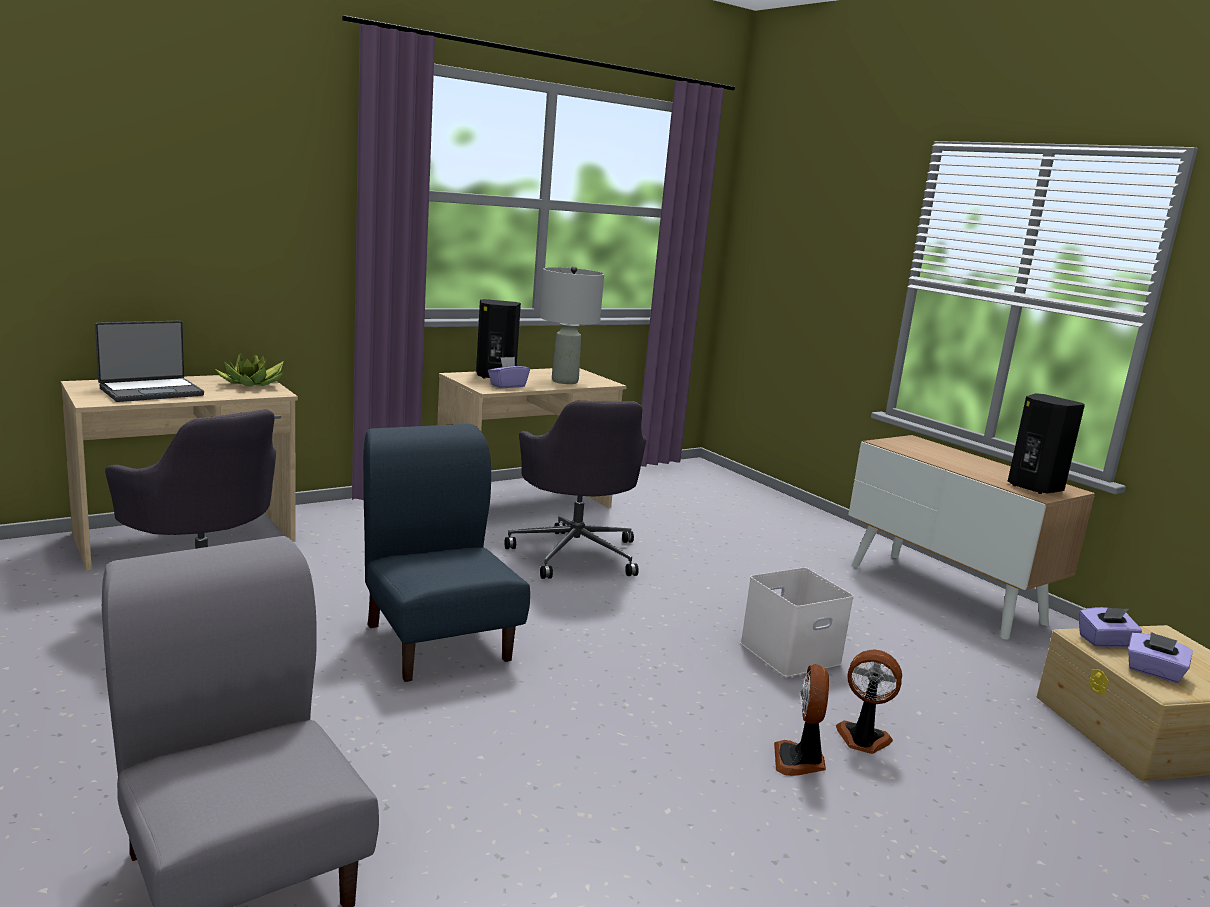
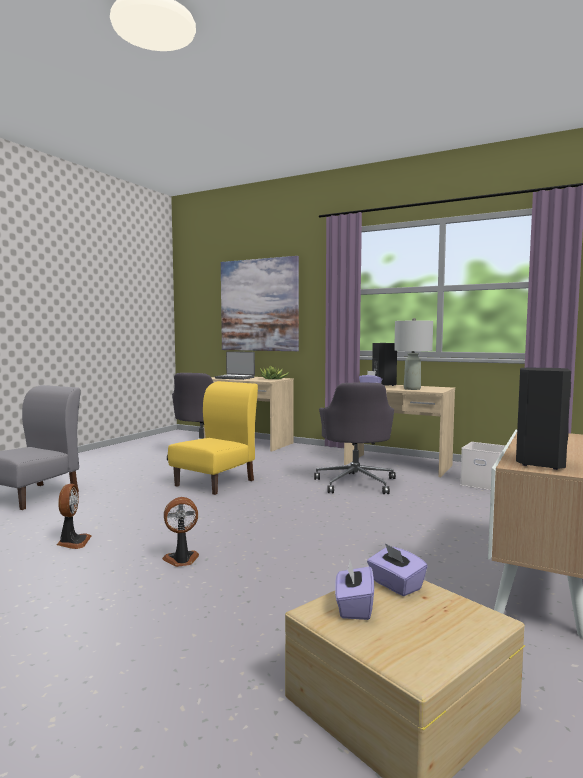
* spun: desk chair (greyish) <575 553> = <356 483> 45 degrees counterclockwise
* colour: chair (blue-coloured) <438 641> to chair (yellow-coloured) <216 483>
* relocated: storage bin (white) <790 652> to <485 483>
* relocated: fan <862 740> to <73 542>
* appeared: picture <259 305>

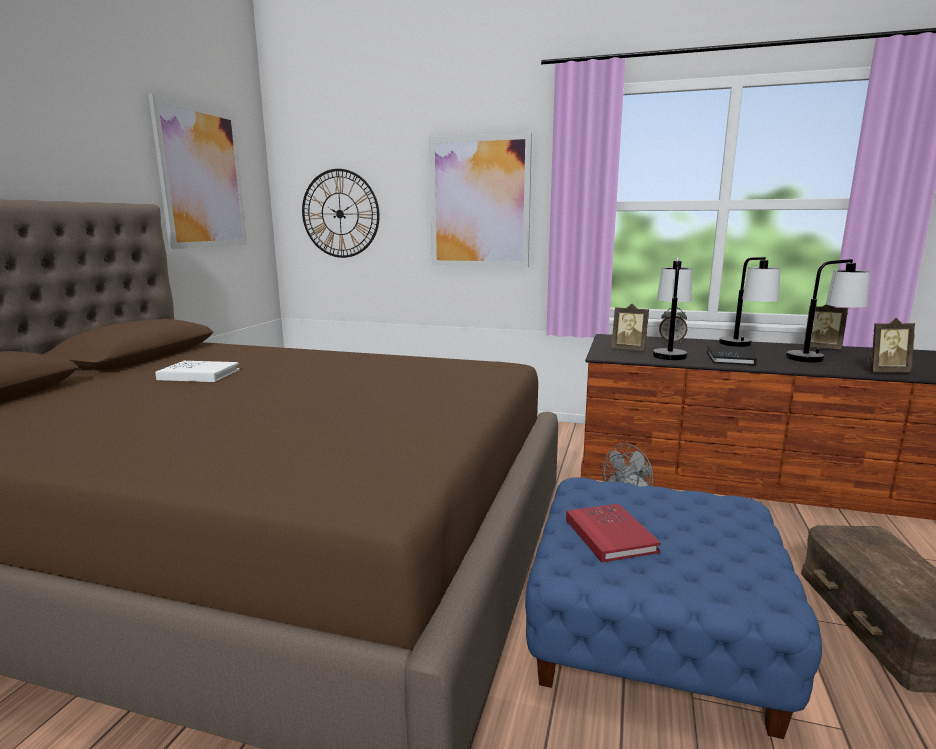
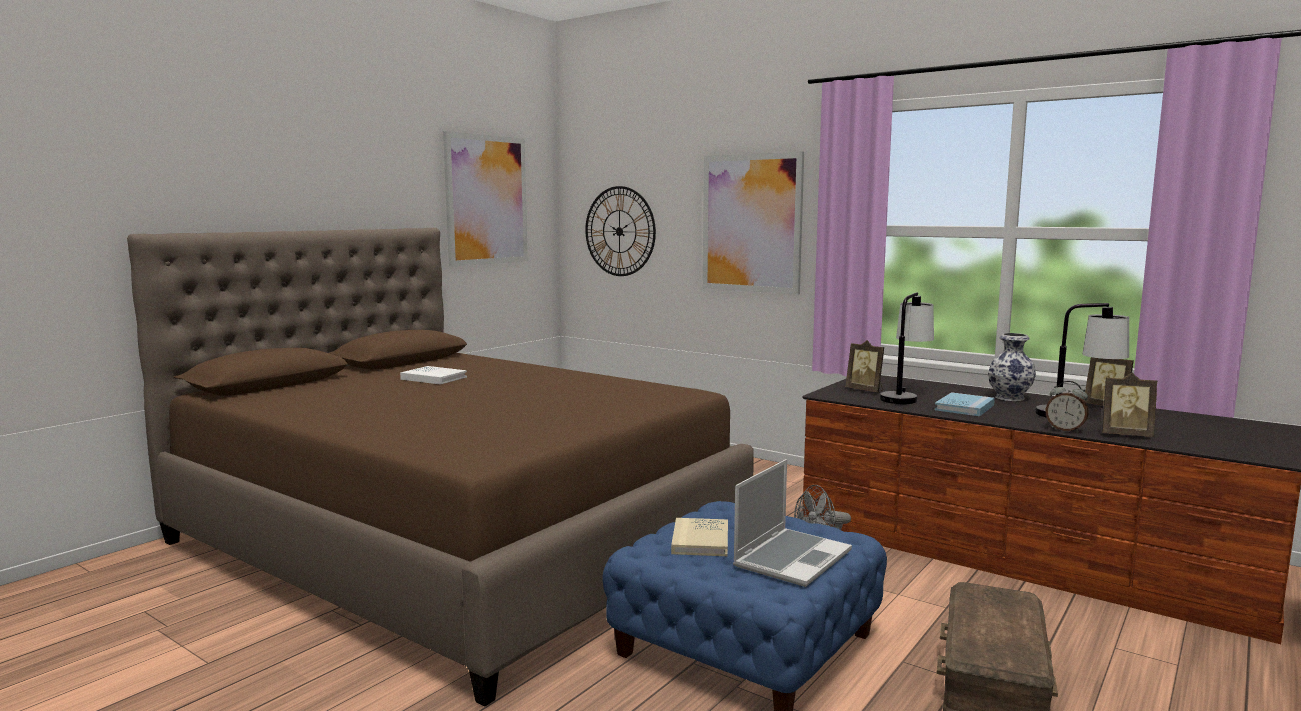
* exchanged: lamp for a table <744 346> to flower vase <1010 398>
* relocated: bedside clock <671 341> to <1065 430>
* colour: book (black-coloured) <730 358> to book (blue-coloured) <964 407>
* colour: book (reddish) <610 535> to book (beige) <700 540>
* appeared: laptop <792 558>

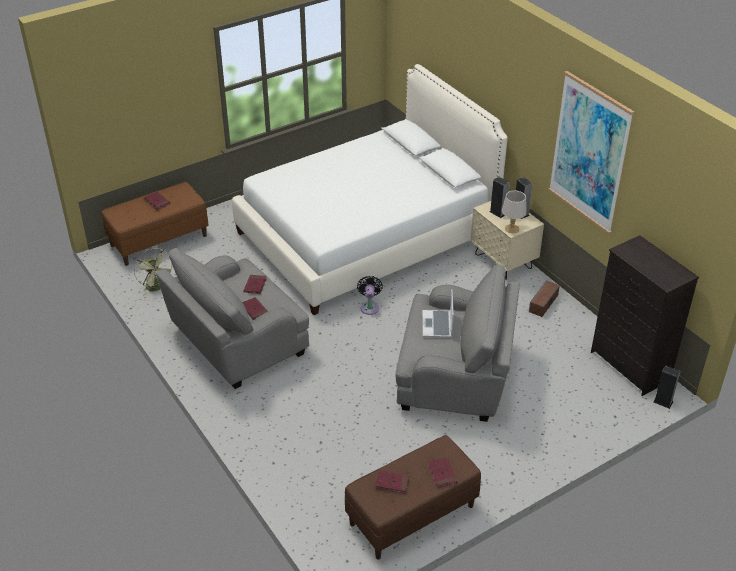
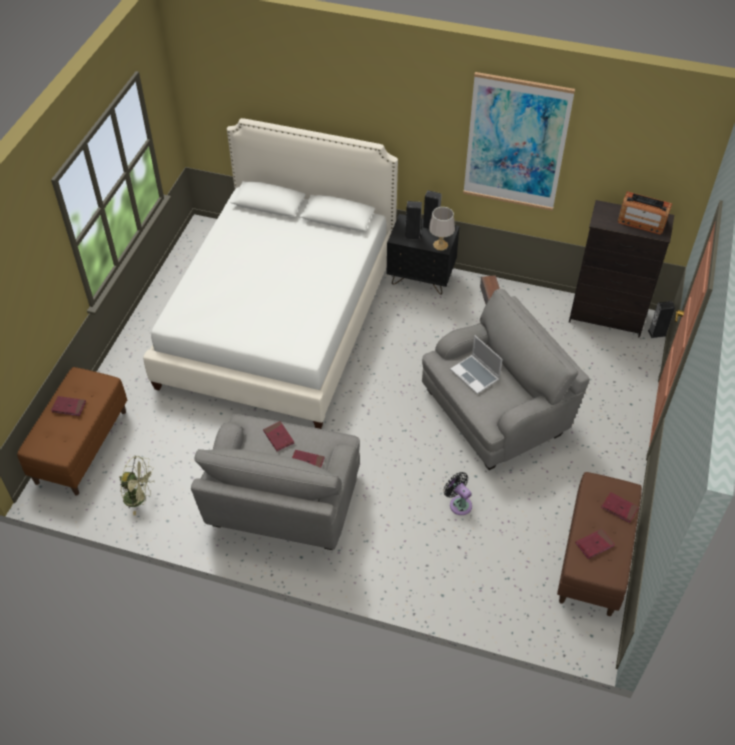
* colour: bedside table (beige) <503 262> to bedside table (black-coloured) <421 278>
* relocated: fan (black-coloured) <369 307> to <459 503>
* appeared: radio <641 222>

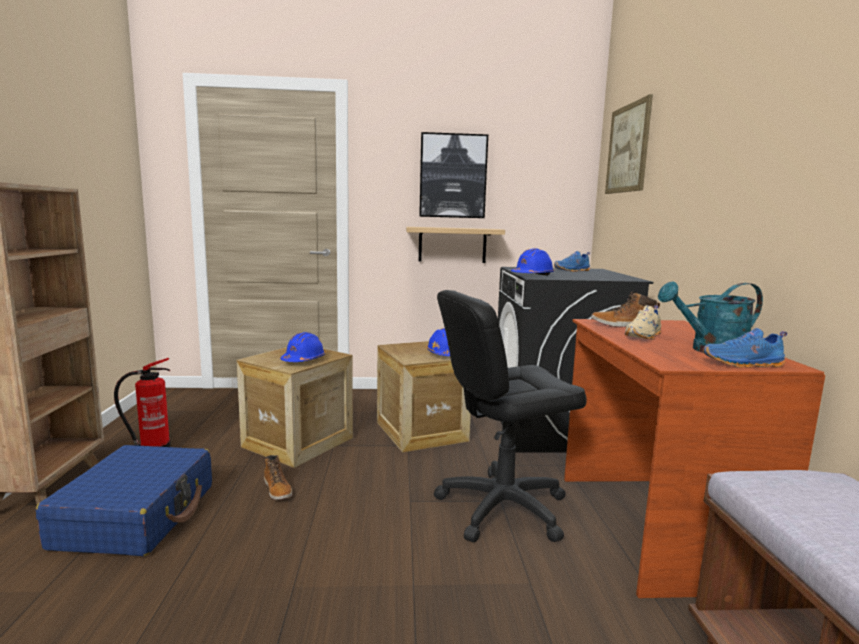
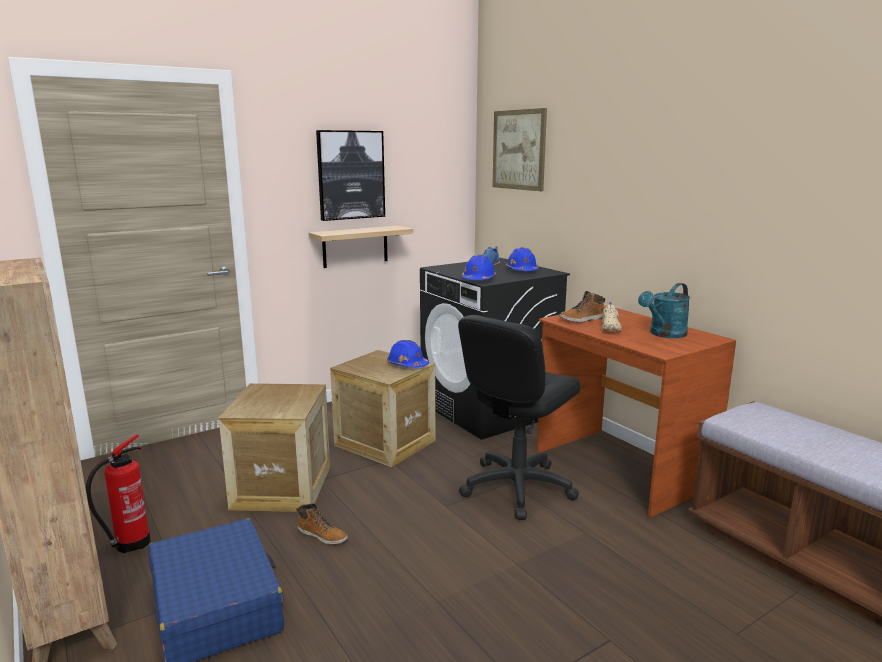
* missing: shoe (blue-coloured) <743 364>
* relocated: work helmet (blue-coloured) <303 360> to <522 271>

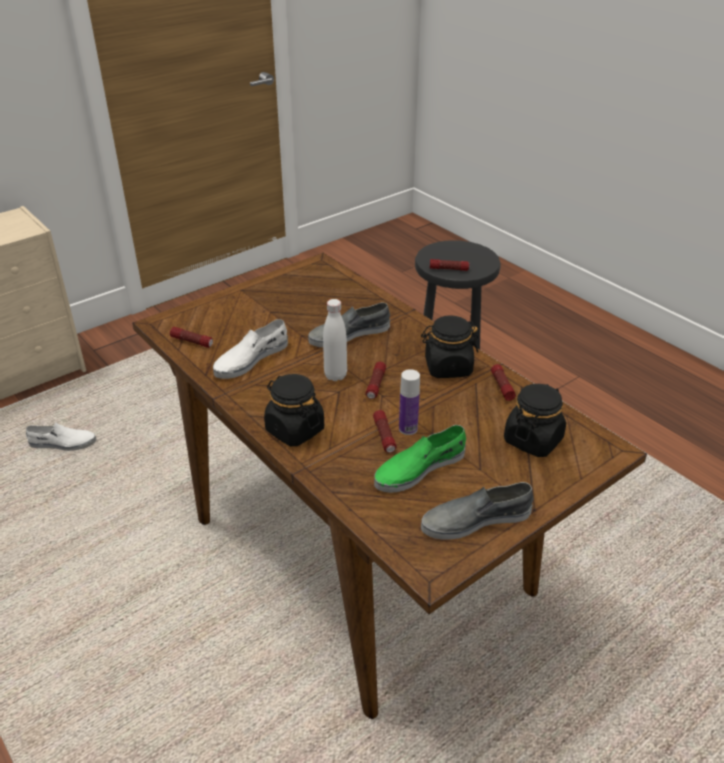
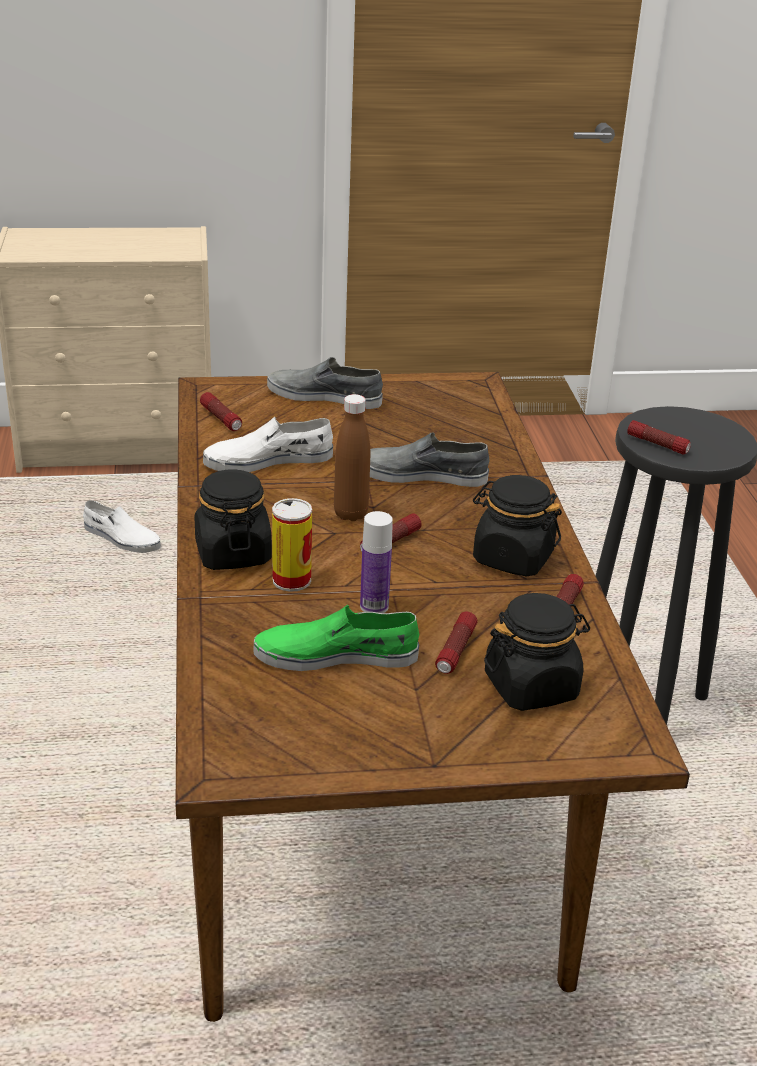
* colour: bottle (white) <335 375> to bottle (brown) <350 514>
* relocated: hand torch <384 436> to <455 651>
* relocated: shoe (greyish) <475 519> to <325 396>
* appeared: can <291 580>

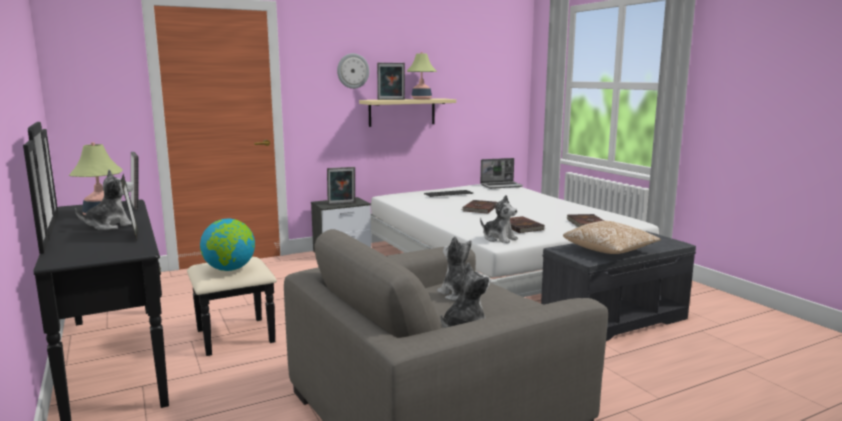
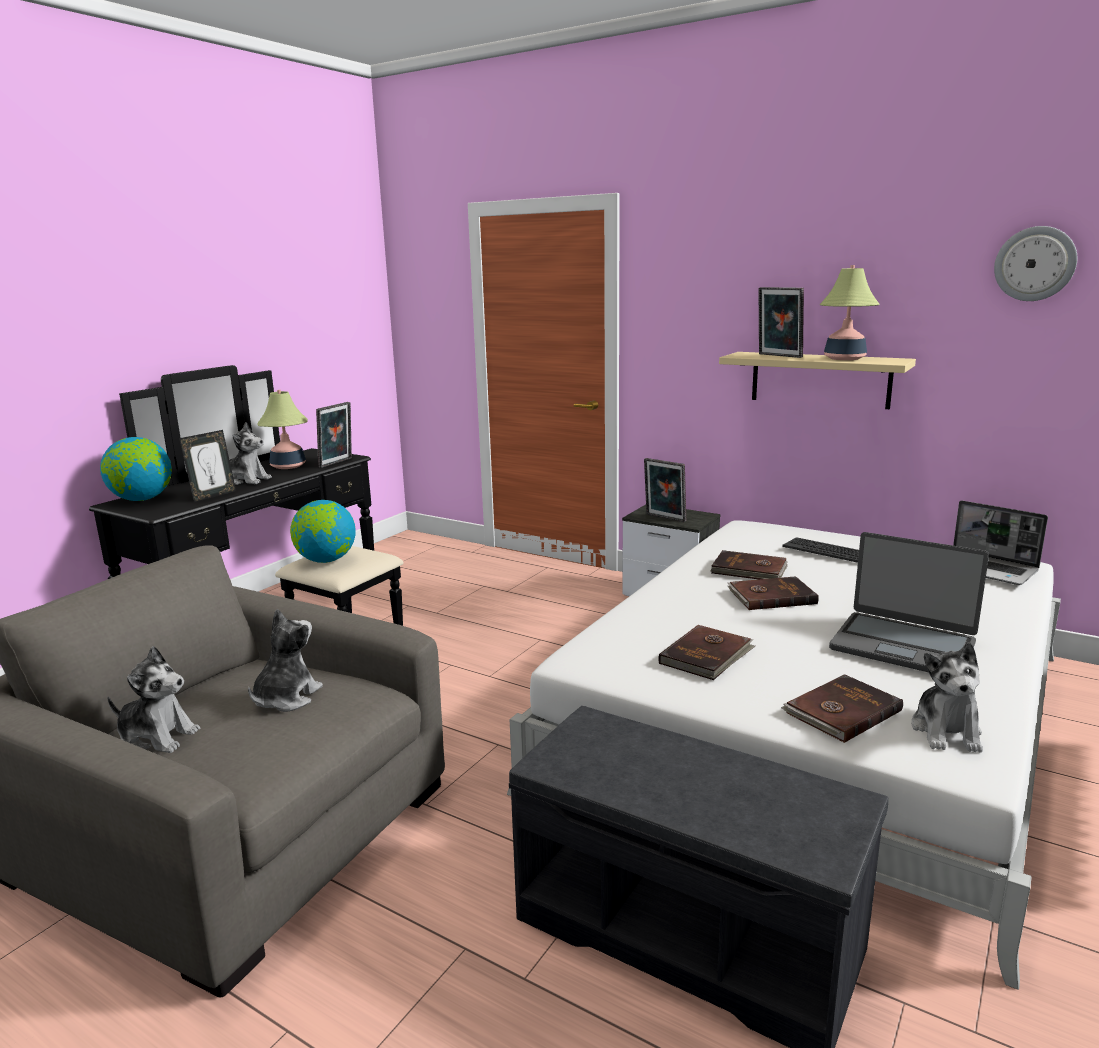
* relocated: clock on the wall <353 71> to <1034 264>
* relocated: soft toy <499 238> to <946 731>
* missing: pillow <609 251>
* appeared: globe <141 499>
* appeared: laptop <902 645>
* appeared: book (brown) <749 570>

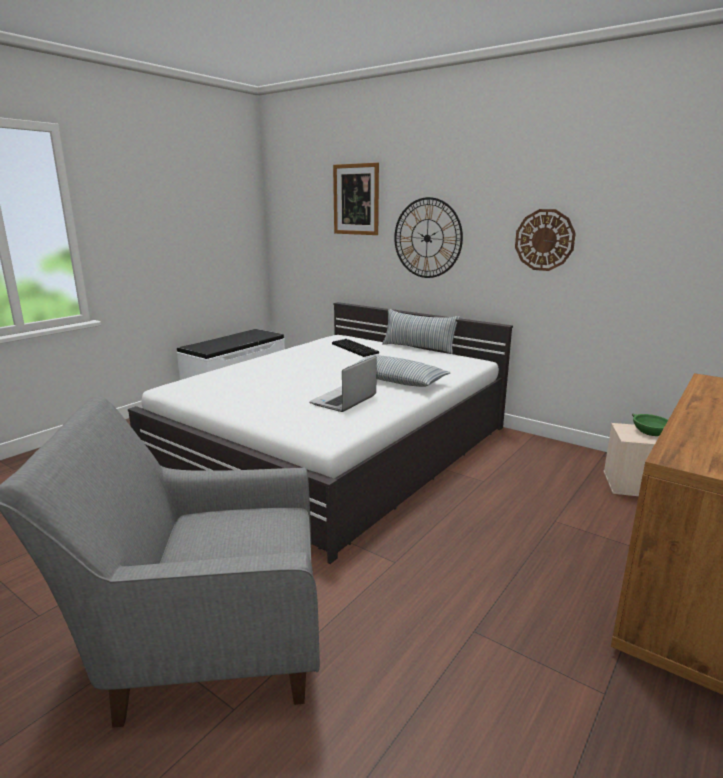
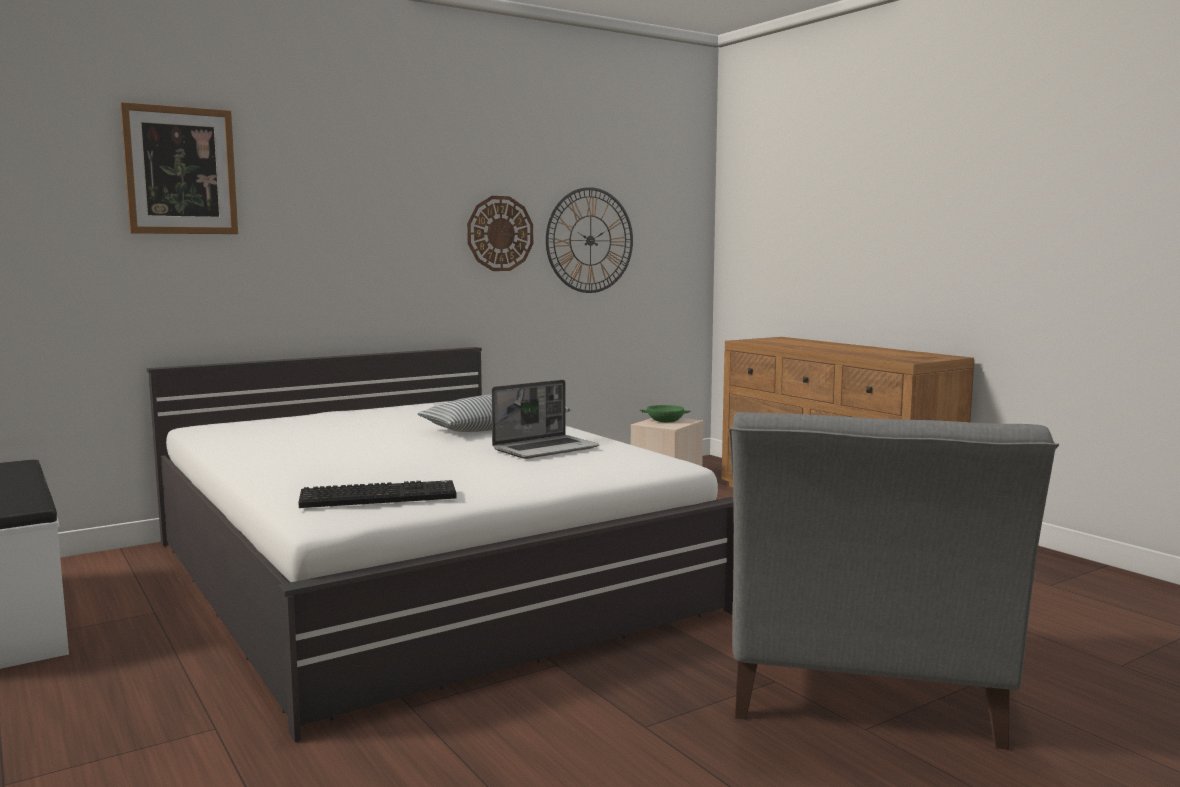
* relocated: clock on the wall <427 238> to <590 240>
* missing: pillow <418 348>
* relocated: keyboard <356 349> to <380 496>
* spun: laptop <343 400> = <546 449> 90 degrees counterclockwise

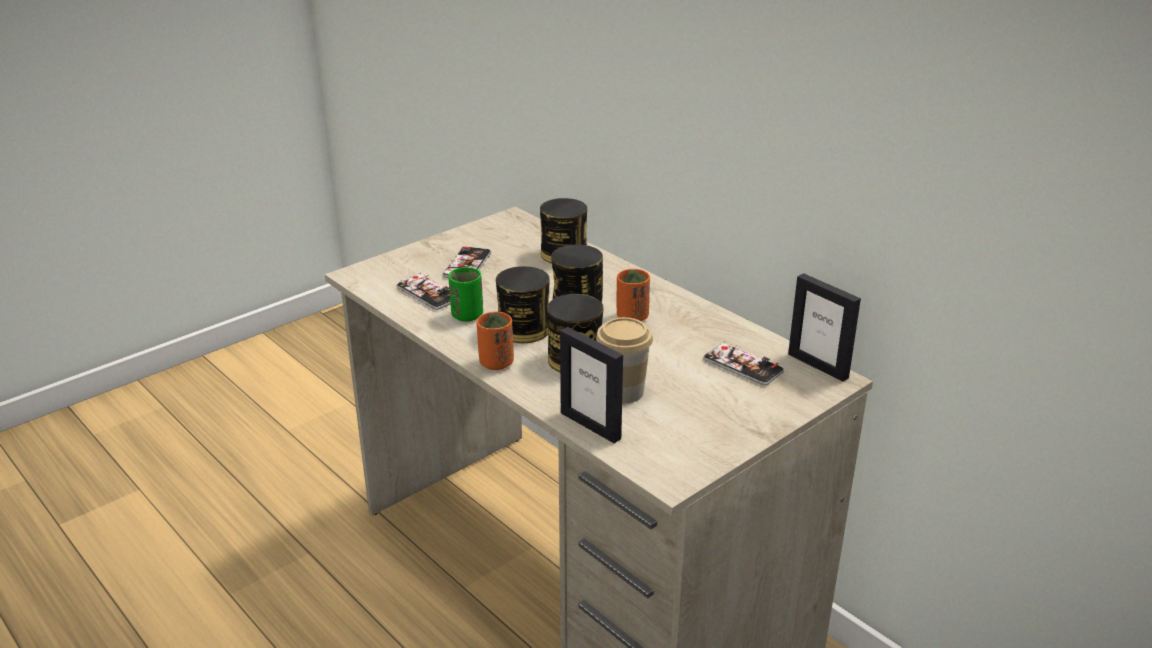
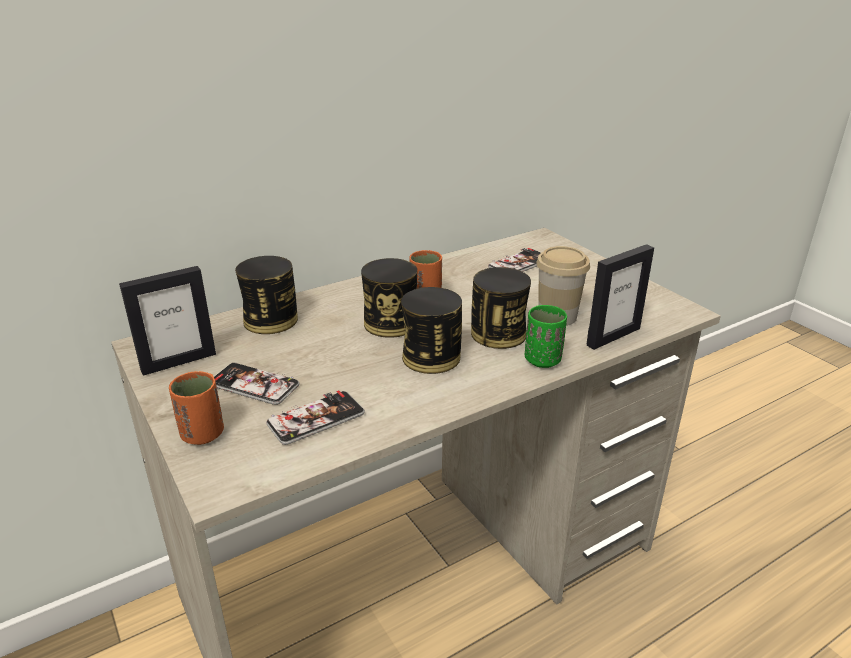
* relocated: drinking cup (green-coloured) <467 315> to <542 360>
* relocated: picture frame <818 366> to <178 362>
* relocated: drinking cup (orange) <496 363> to <202 434>

